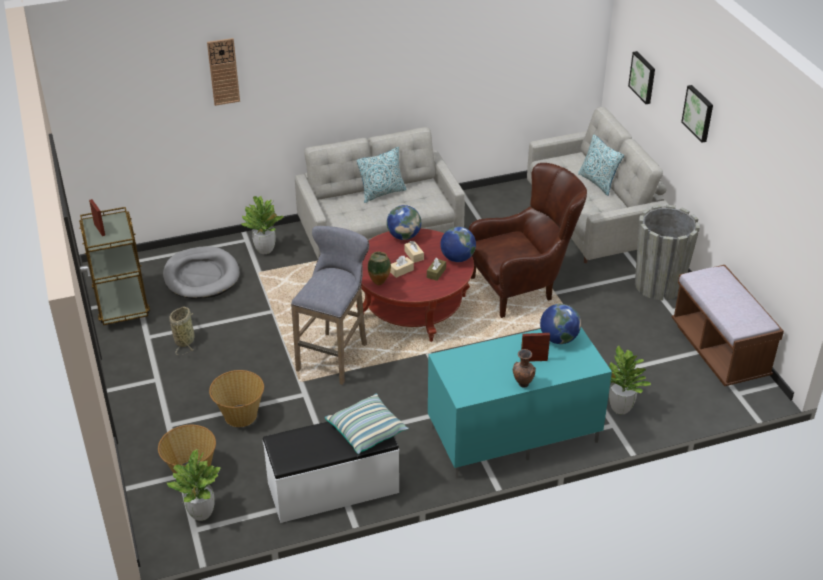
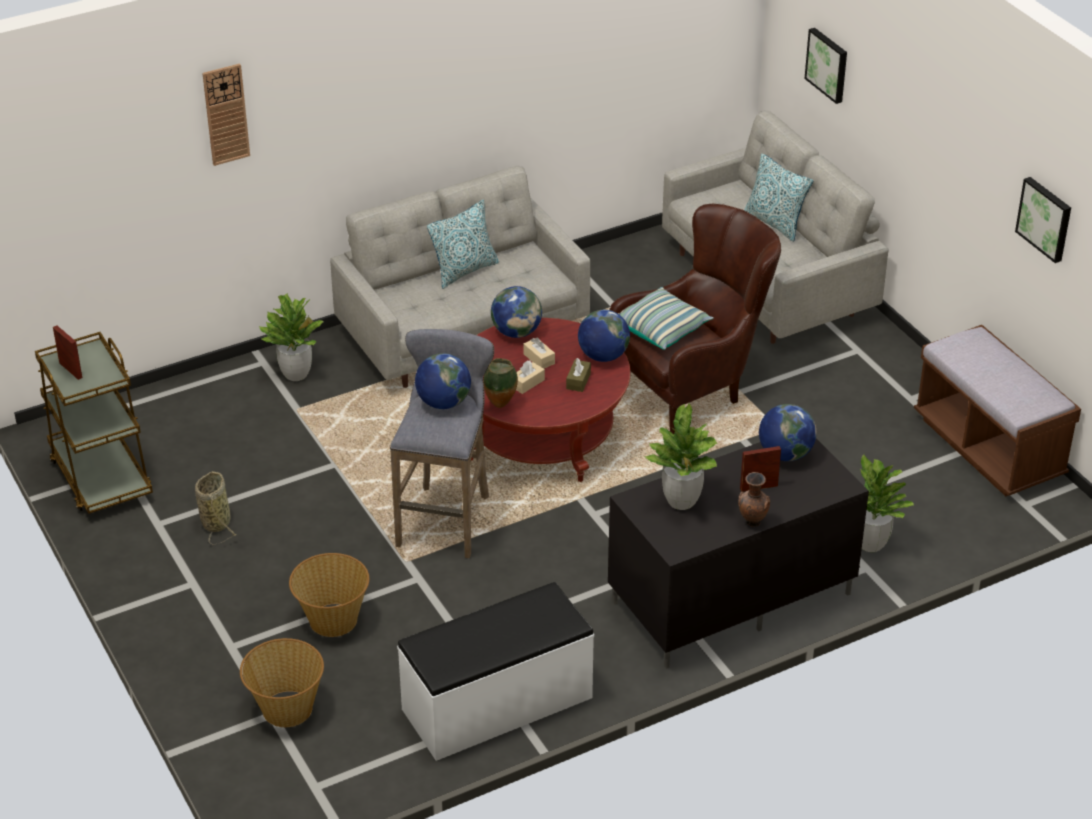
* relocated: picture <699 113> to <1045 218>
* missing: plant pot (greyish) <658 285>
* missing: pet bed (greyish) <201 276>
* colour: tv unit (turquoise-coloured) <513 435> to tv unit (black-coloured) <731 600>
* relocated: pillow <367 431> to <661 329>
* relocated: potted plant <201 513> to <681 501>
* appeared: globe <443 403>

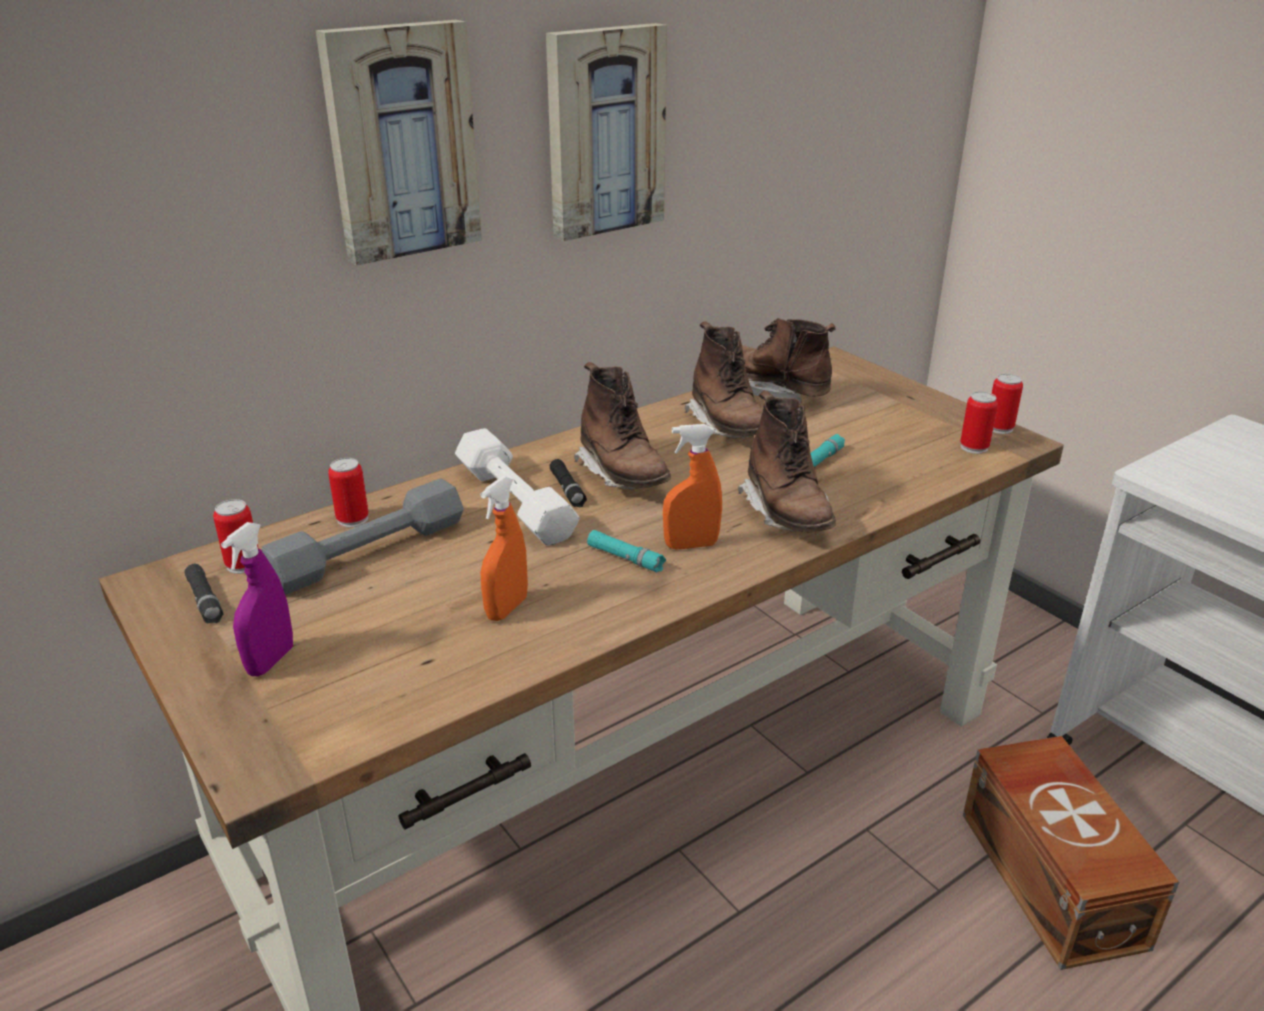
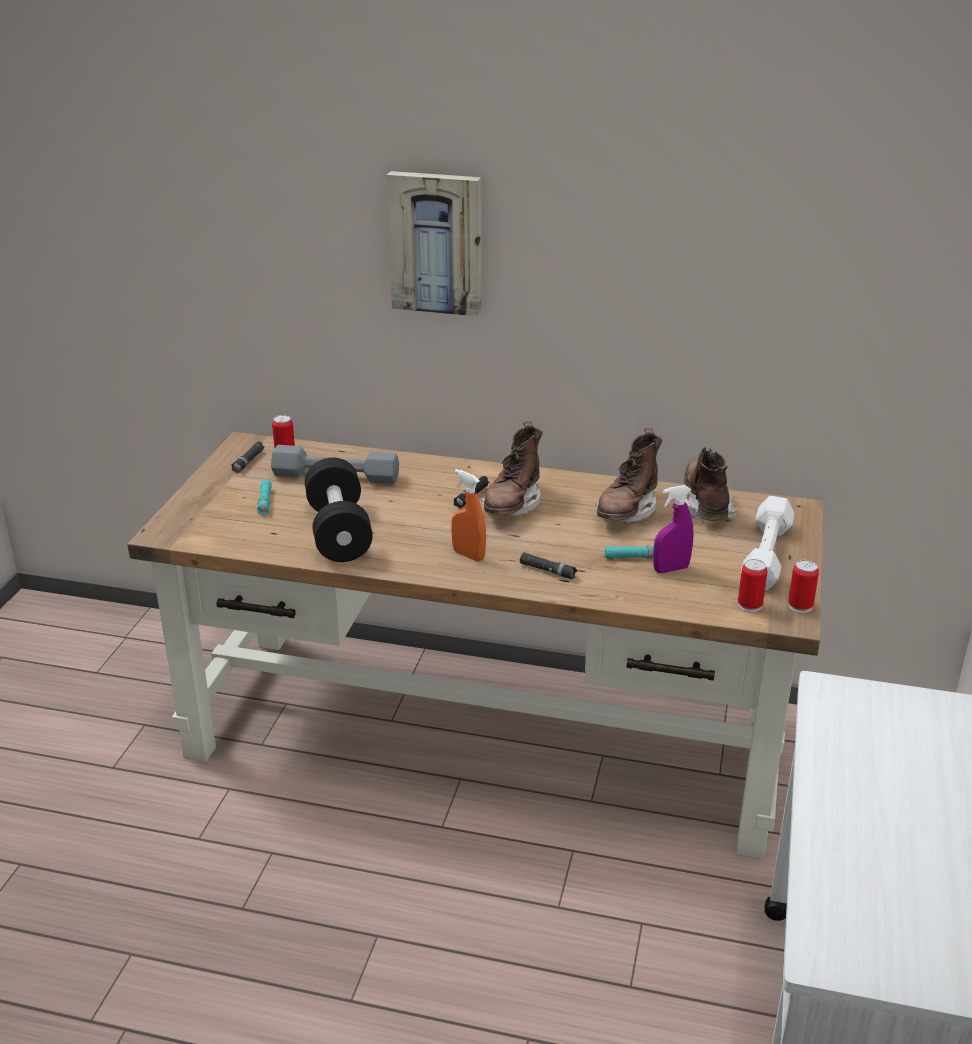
* missing: picture <603 131>
* exchanged: high-top boot (brown) <787 514> to hand torch (black-coloured) <548 571>
* relocated: free weight (white) <516 501> to <766 554>
* missing: can <352 519>
* exchanged: hand sprayer (orange) <507 608> to free weight (black-coloured) <339 532>
* relocated: hand sprayer (purple-coloured) <270 661> to <671 569>
* relocated: hand torch (turquoise-coloured) <625 558> to <265 501>
* missing: storage bin (brown) <1052 875>

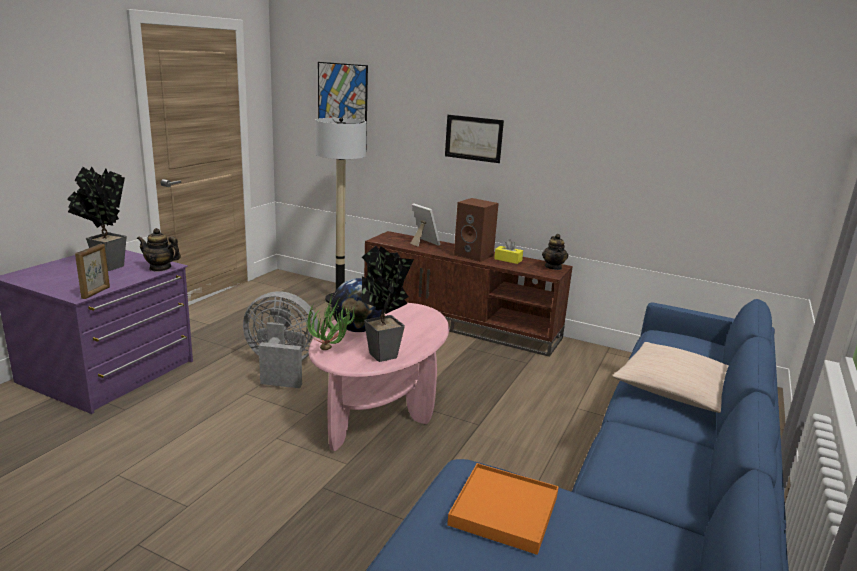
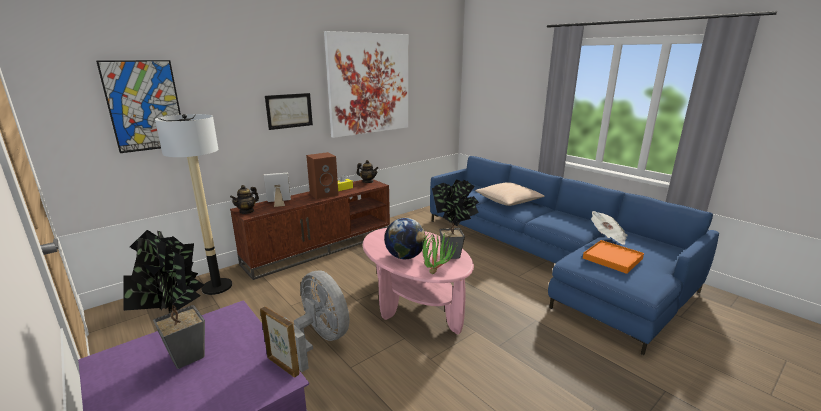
* relocated: teapot <160 268> to <247 211>
* spun: fan (greyish) <281 368> = <319 340> 105 degrees clockwise
* appeared: picture <369 84>
* appeared: newspaper <608 237>

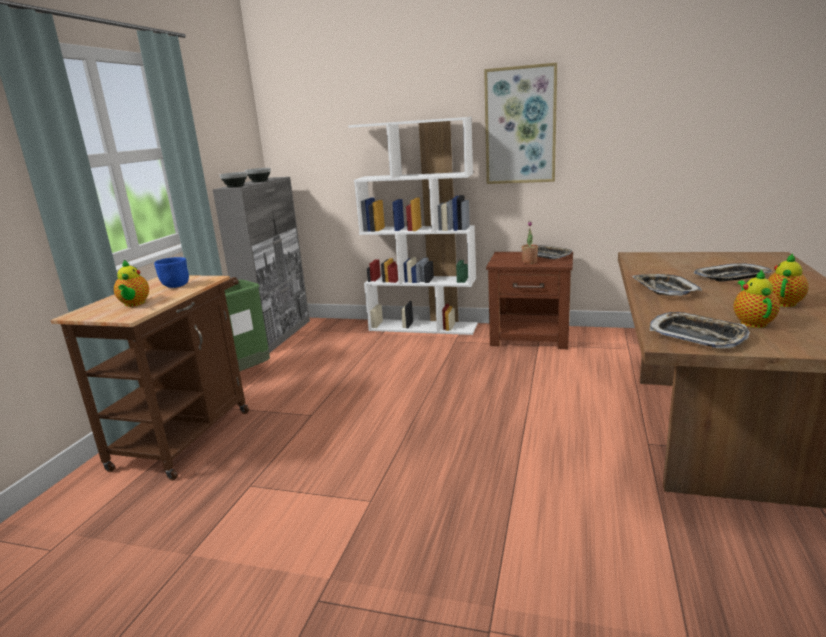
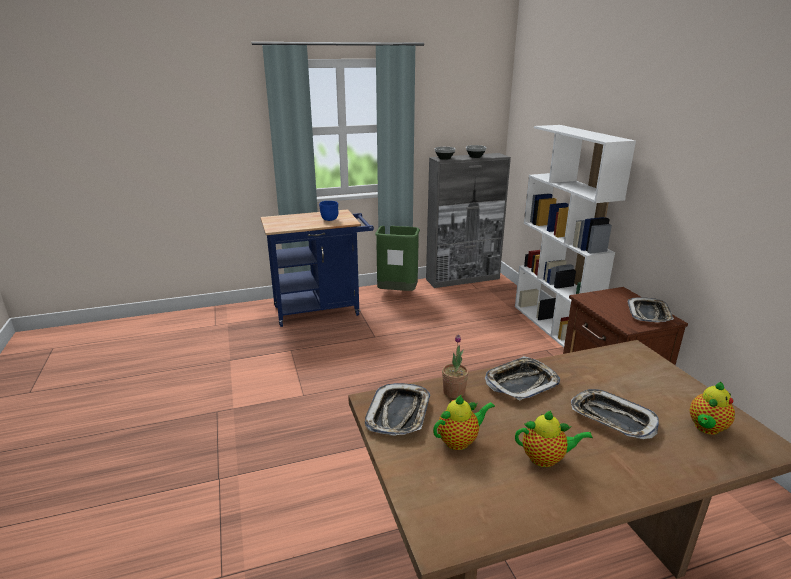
* missing: picture <520 126>
* relocated: potted plant <529 262> to <454 392>
* relocated: teapot <134 304> to <706 428>
* colour: cart (brown) <188 434> to cart (blue-coloured) <322 309>

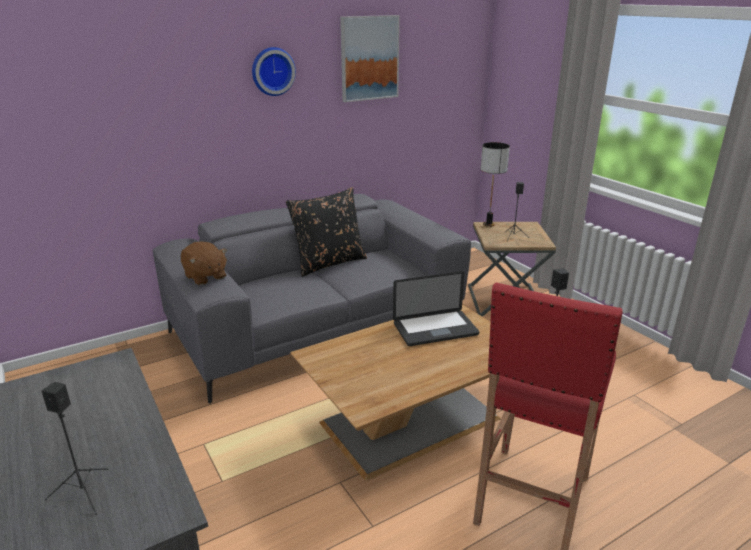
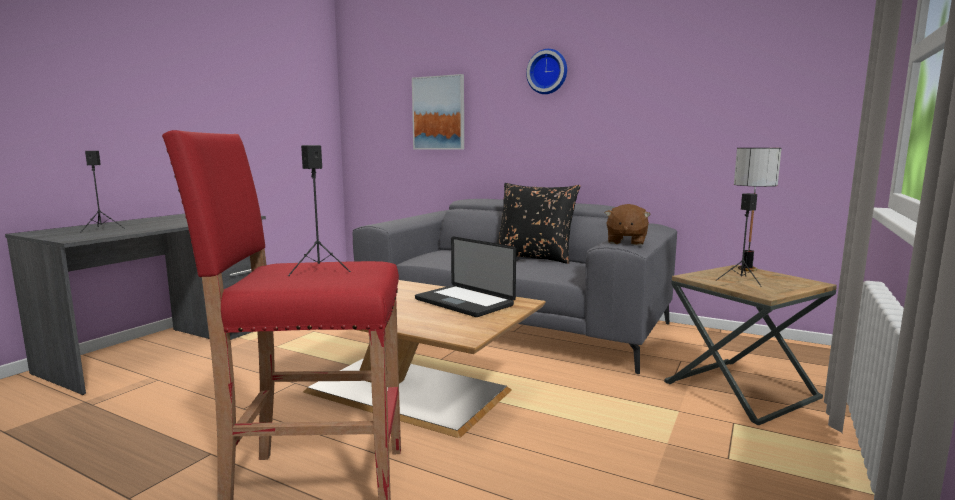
* relocated: picture <369 58> to <439 113>
* relocated: soft toy (brown) <205 277> to <625 242>

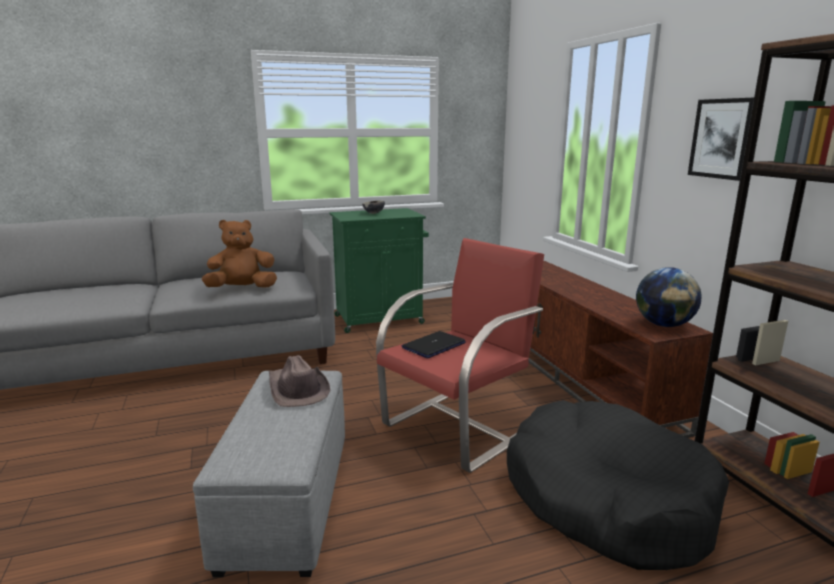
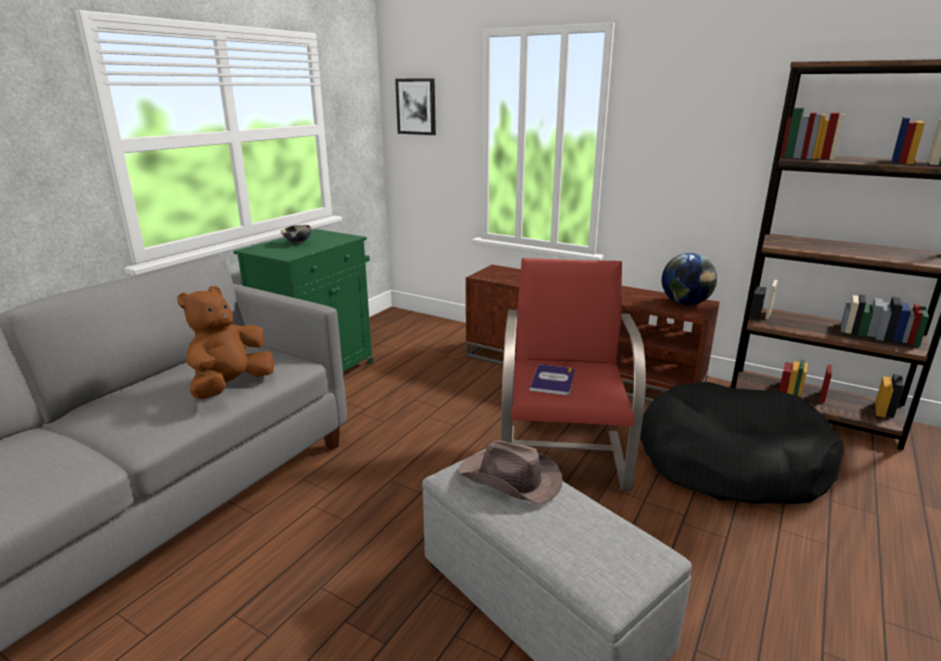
* relocated: picture <722 138> to <416 106>
* exchanged: laptop <434 345> to book <552 380>

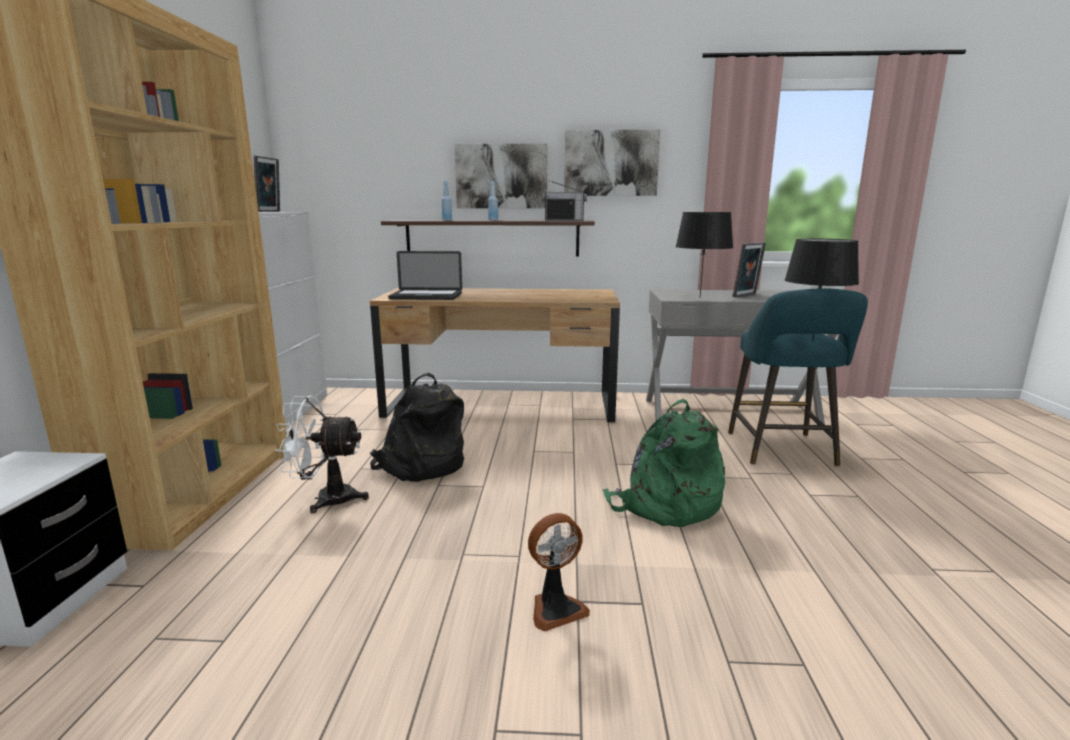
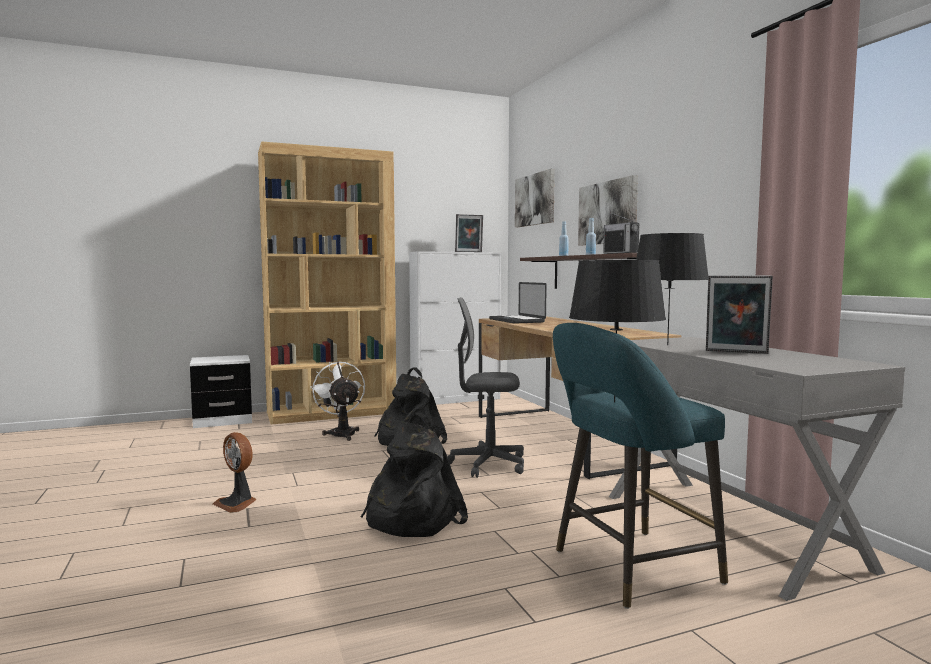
* relocated: picture <611 163> to <535 199>
* colour: rucksack (green-coloured) <665 505> to rucksack (black-coloured) <411 518>
* appeared: desk chair (greyish) <488 465>

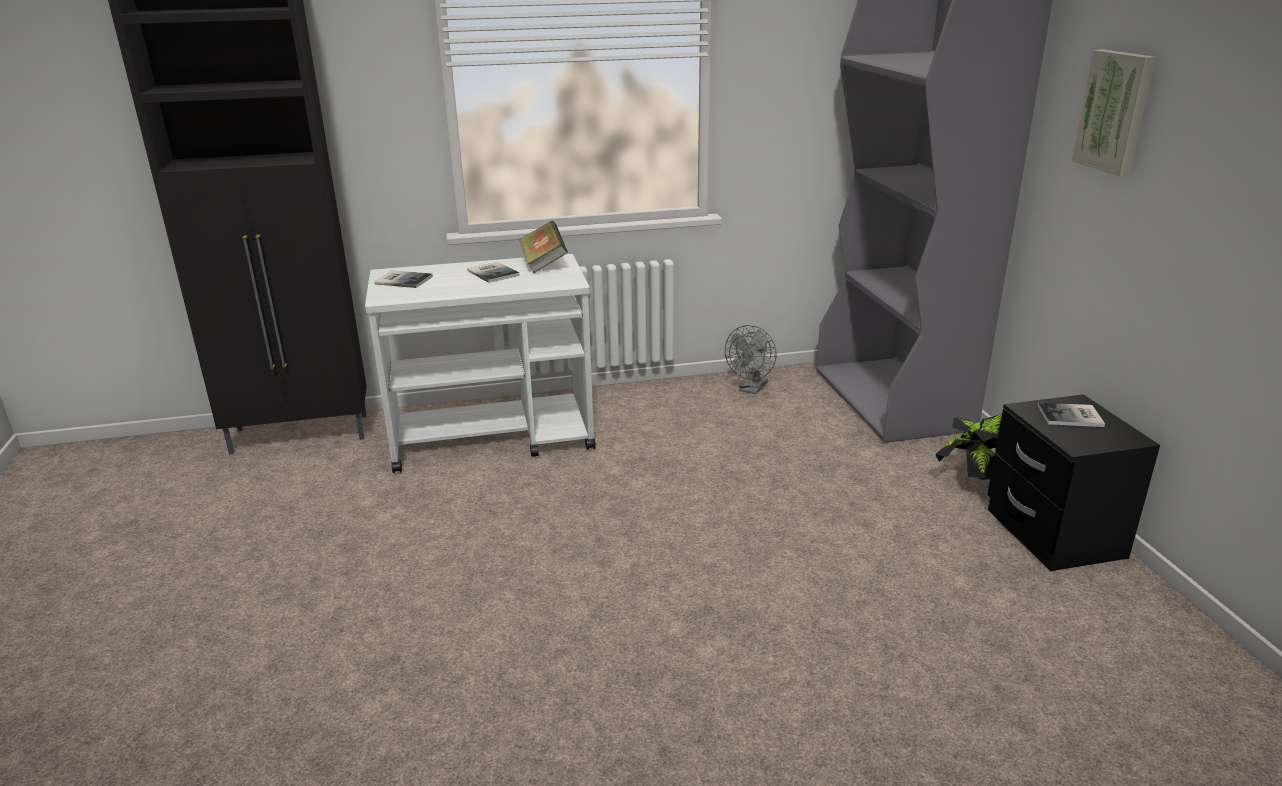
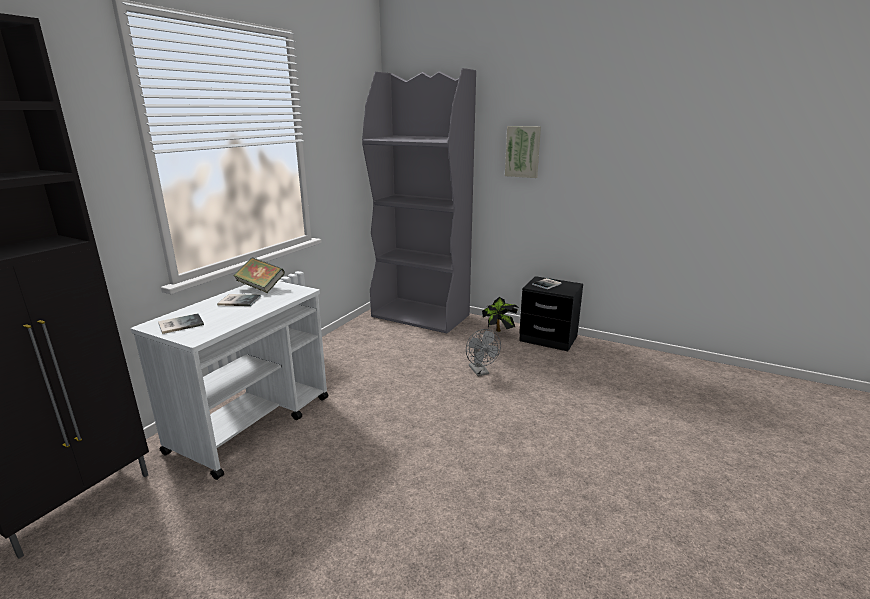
* relocated: fan (greyish) <751 389> to <480 372>

